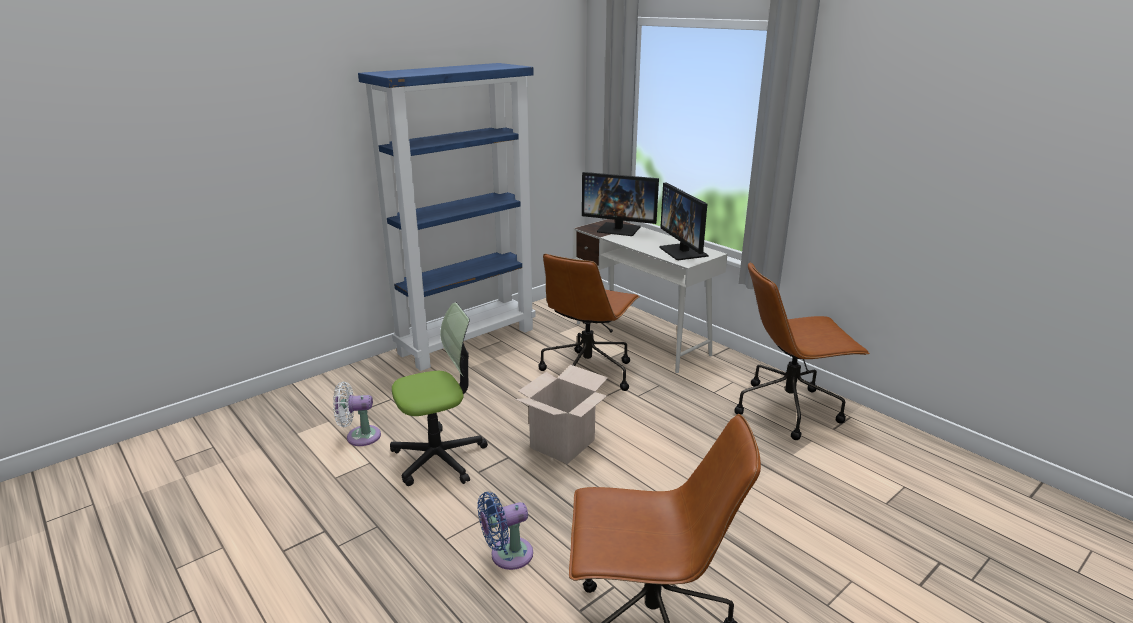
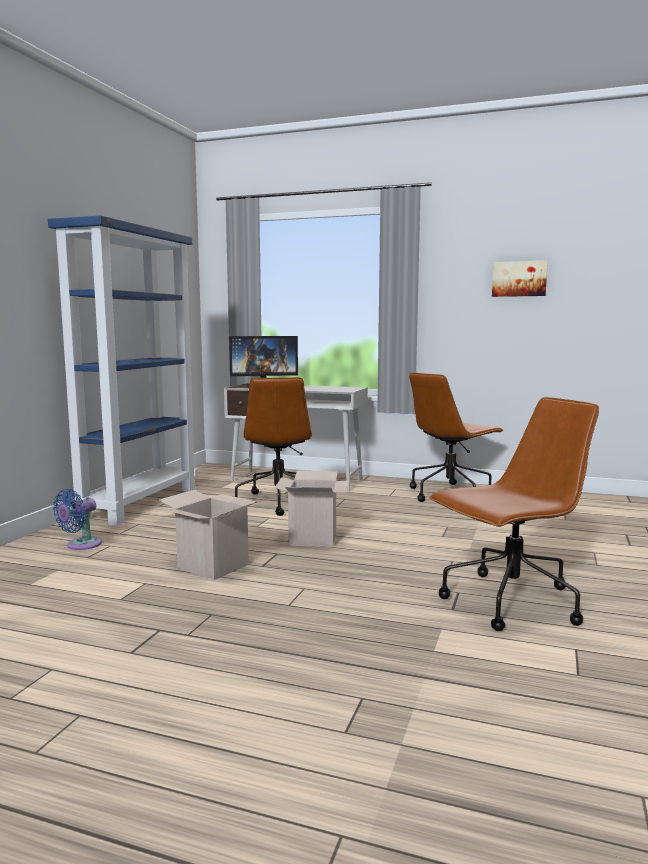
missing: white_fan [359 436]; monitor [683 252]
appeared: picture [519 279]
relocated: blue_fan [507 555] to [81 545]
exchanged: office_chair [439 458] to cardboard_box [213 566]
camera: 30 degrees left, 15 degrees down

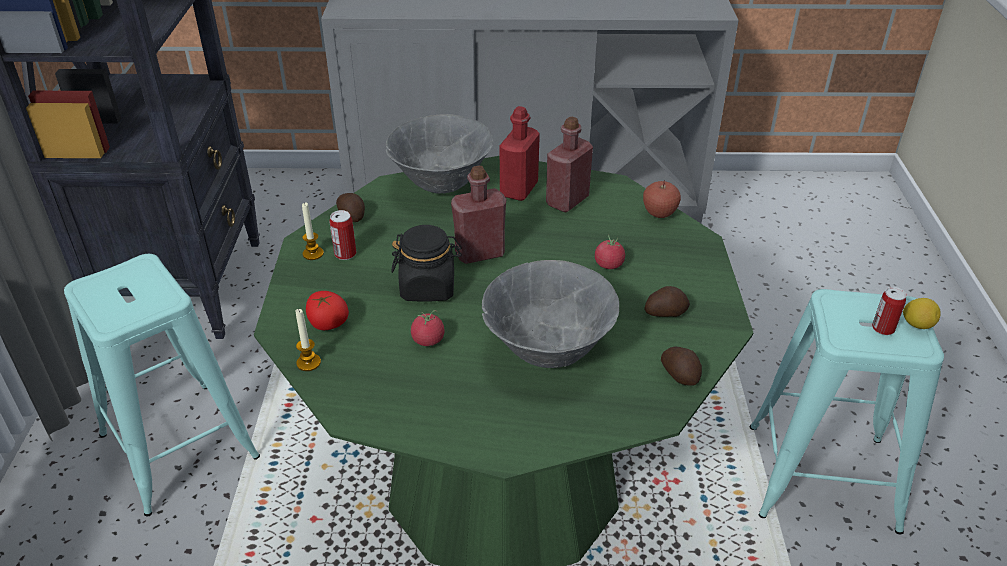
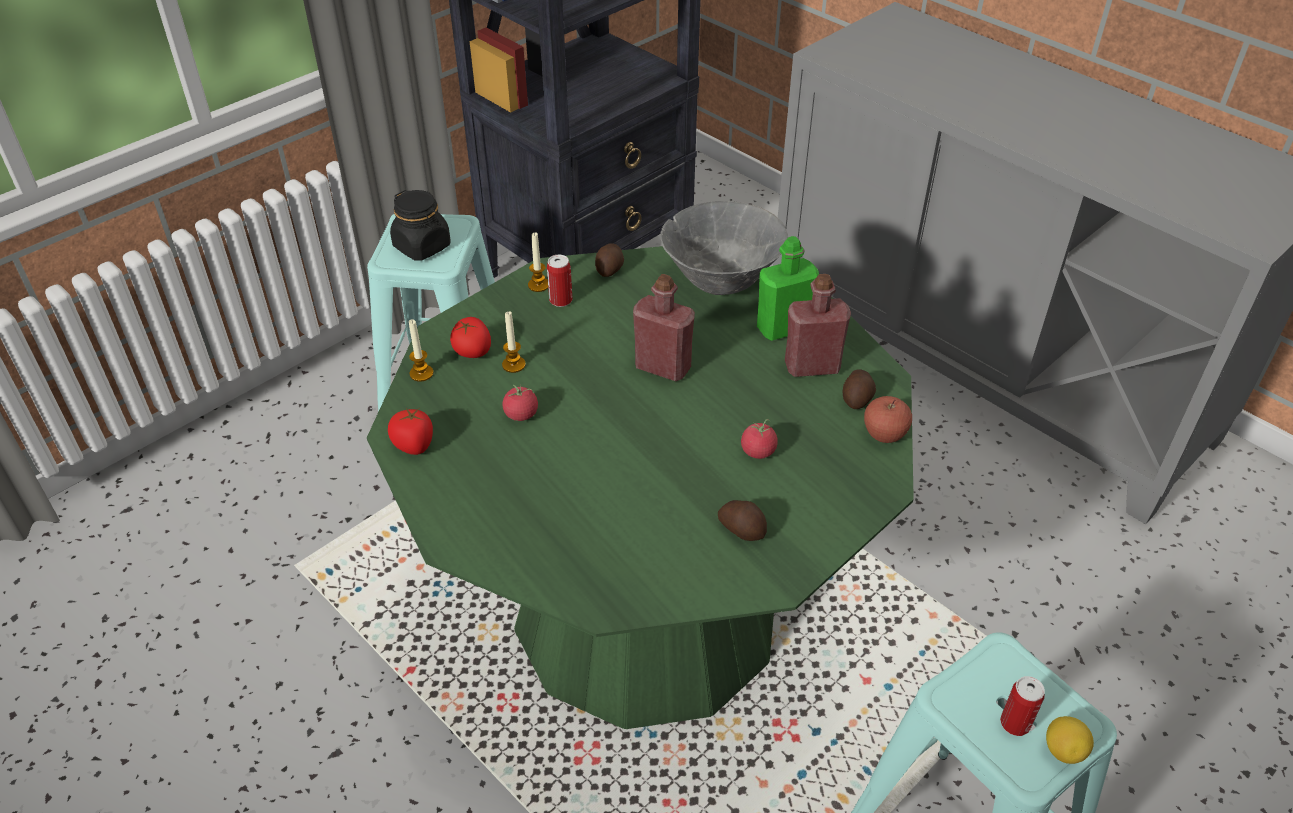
missing: grey_bowl [548 351]
appeared: tomato [414 445]; candle [513 365]
relocated: black_jar [428 287] to [422 247]; potato [680 374] to [857 398]
colour: red_bottle [519 189] to green_bottle [783 328]
camera: 45 degrees right, 5 degrees up

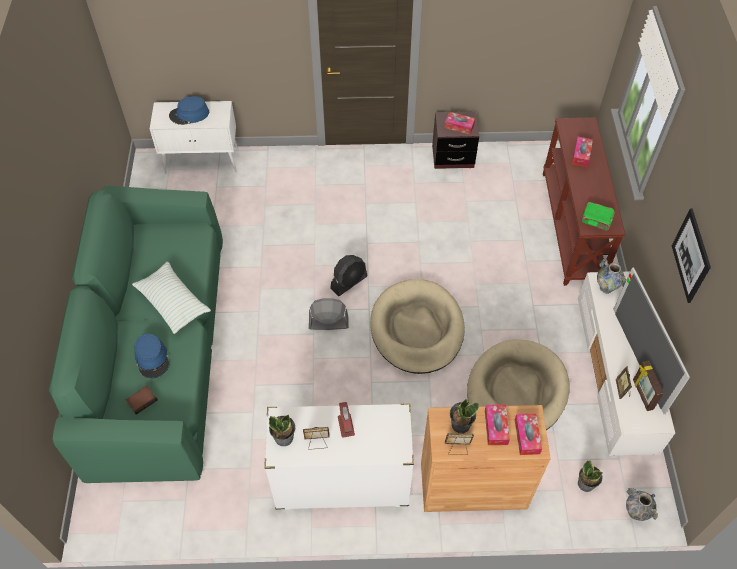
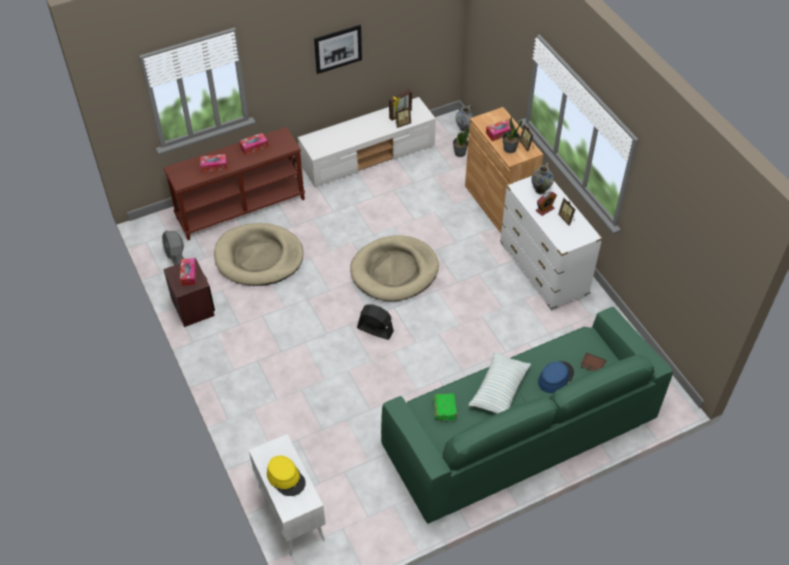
missing: potted_plant [284 437]; television [638 359]
relocated: grey_fan [328 323] to [176 257]; beige_dog_bed [516 391] to [259 257]; tissue_box [527 436] to [254 147]; green_book [597 220] to [445 409]; vase [606 288] to [540 190]
colour: blue_hat [189 114] to yellow_hat [286 478]
camera: 115 degrees left, 5 degrees down

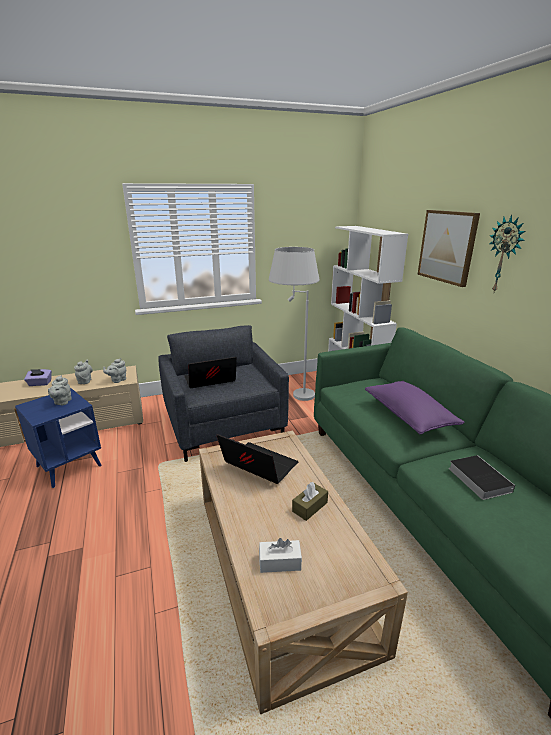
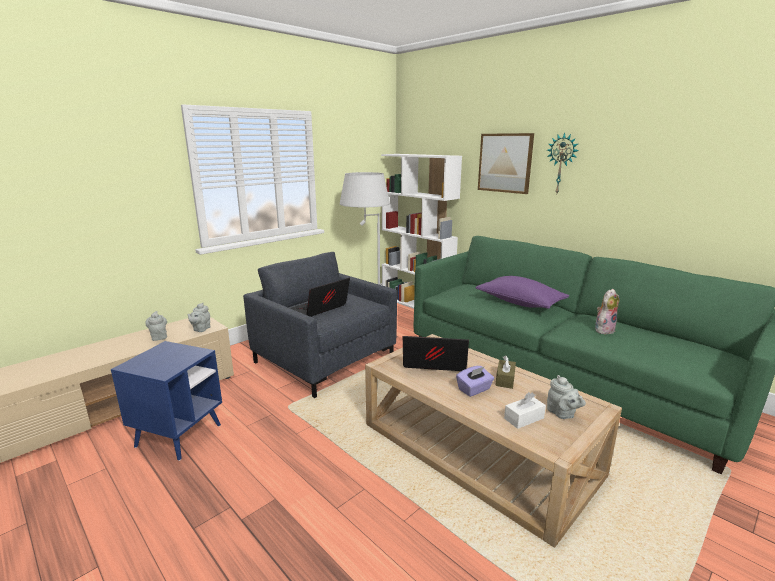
relocated: purple_tissue_box [40 383] to [474 389]; grey_teapot [62 402] to [562 414]
exchanged: book [477 478] to plush_toy [603 330]
camera: 25 degrees left, 5 degrees down

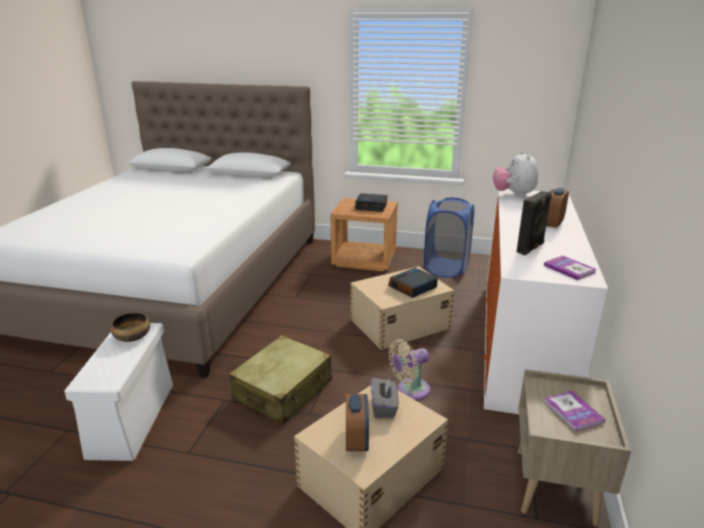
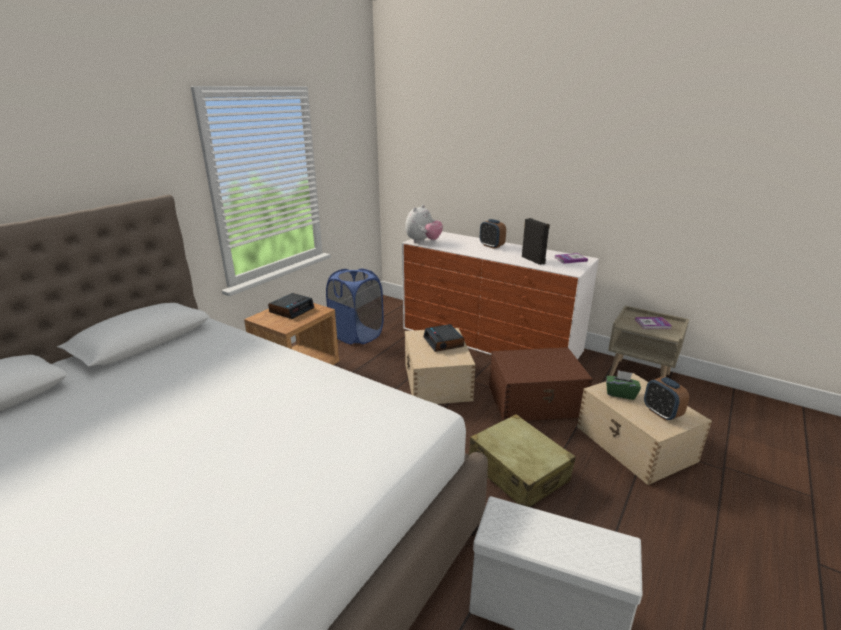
missing: bowl [132 336]
exchanged: beige_fan [410 390] to brown_storage_box [536 401]
colour: grey_tissue_box [384 407] to green_tissue_box [620 393]
spun: alarm_clock [356 441] = [661 413] 135 degrees counterclockwise; plush_toy [513 195] = [423 242] 75 degrees counterclockwise
camera: 70 degrees left, 0 degrees up

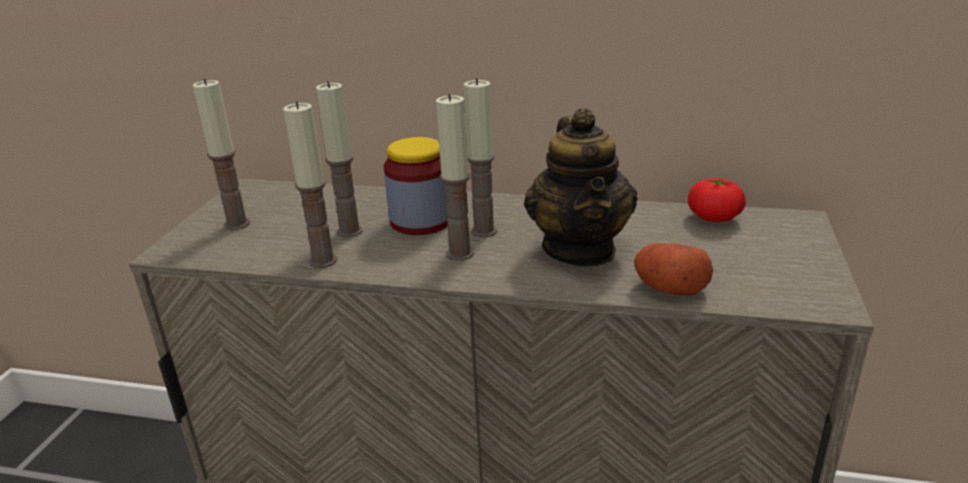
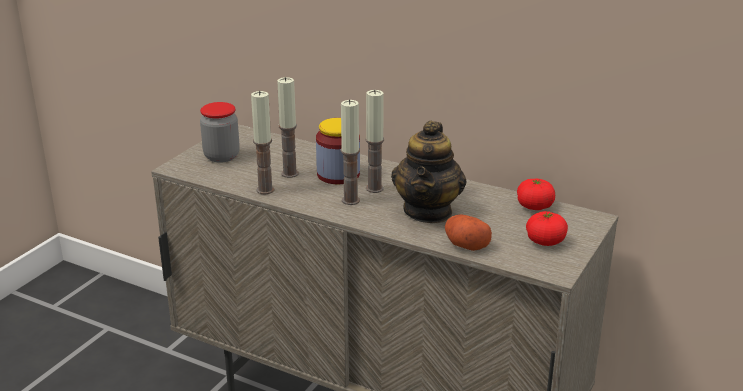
appeared: tomato [545 241]
exchanged: candle [237 224] to jar [221 156]
camera: 15 degrees right, 0 degrees up

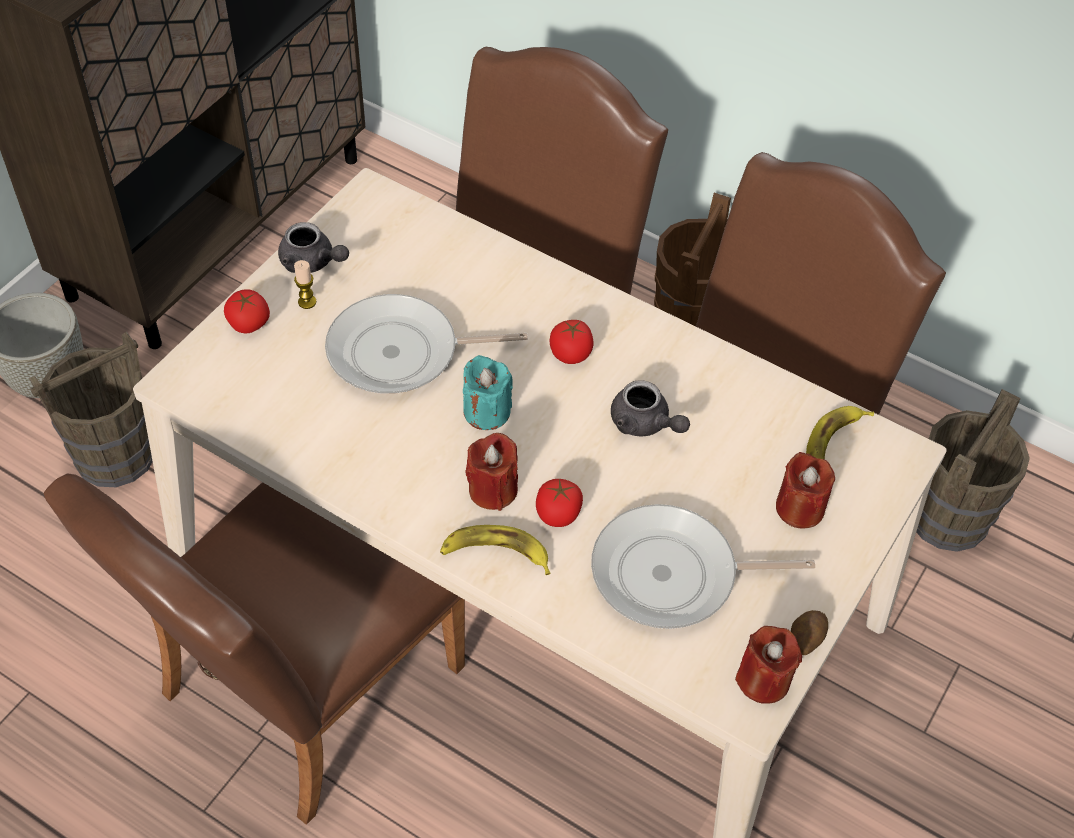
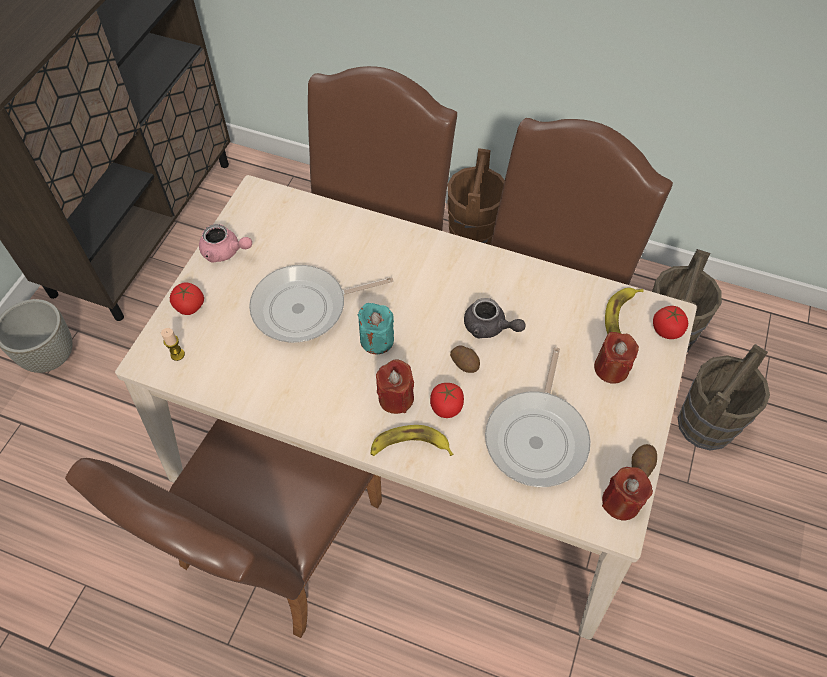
appeared: potato [465 363]
relocated: brown_bucket [116 454] to [706 424]; candle [307 302] to [177 354]; tomato [571 353] to [667 330]
colour: grey_teapot [312 262] to pink_teapot [225 252]
spun: frying_pan [672 575] = [538 436] 60 degrees counterclockwise
camera: 10 degrees left, 5 degrees up

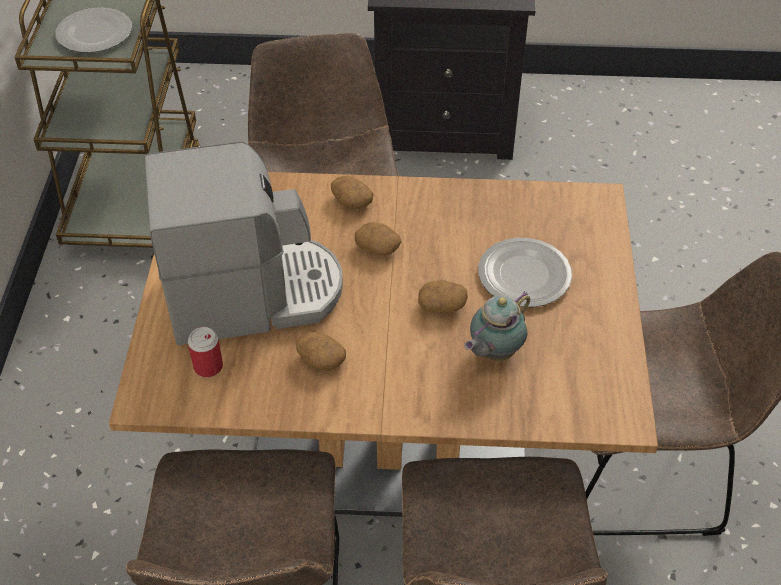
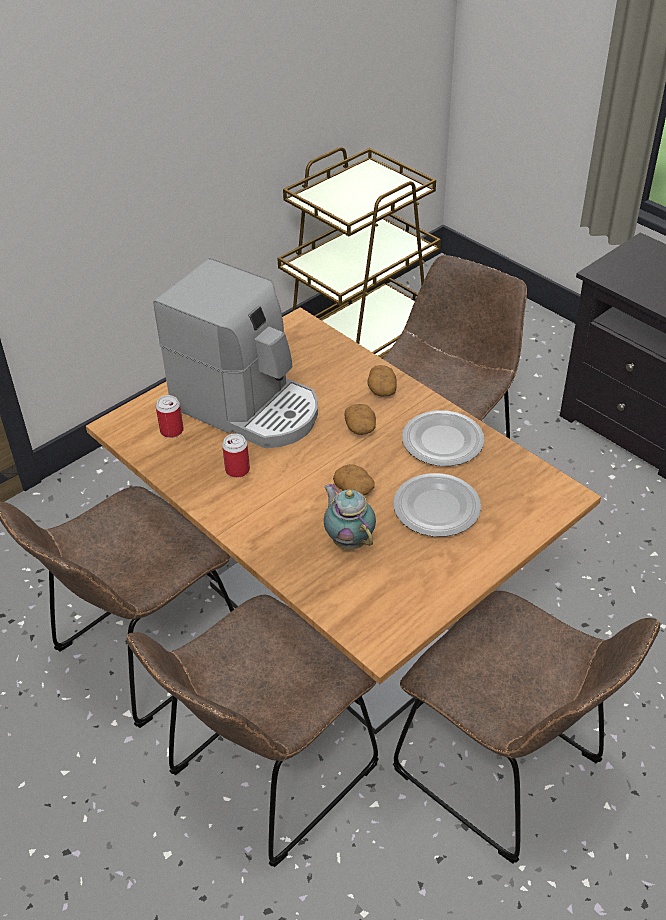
relocated: plate [95 33] to [444 441]
exchanged: potato [320 360] to can [237 470]
spun: teapot [493 352] = [348 540] 60 degrees clockwise
camera: 45 degrees right, 5 degrees down

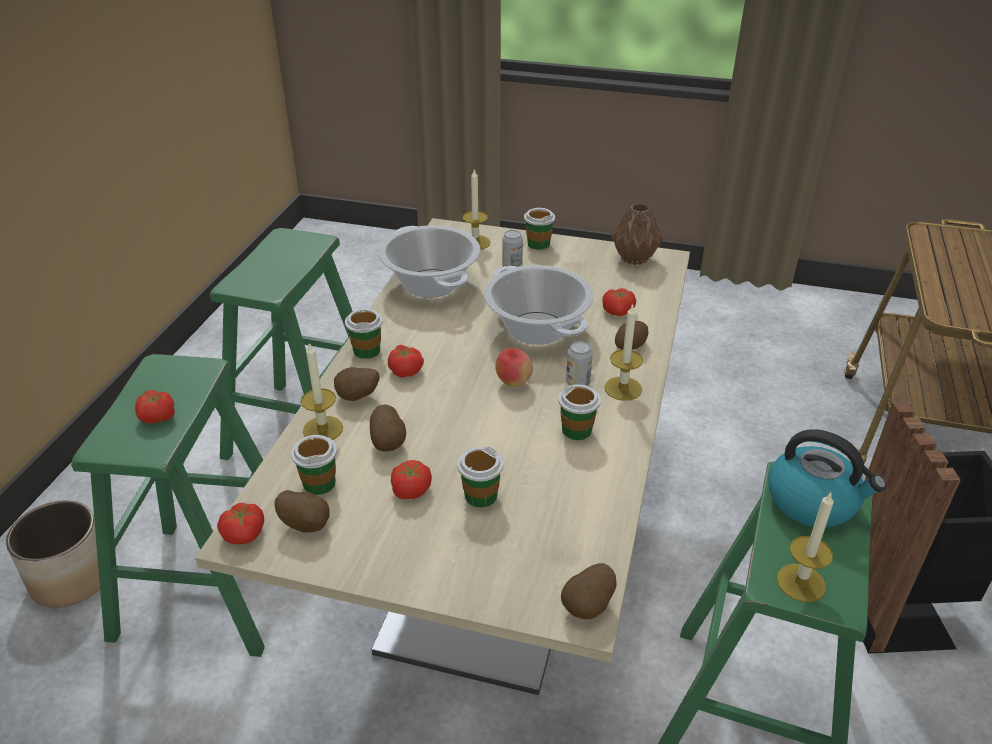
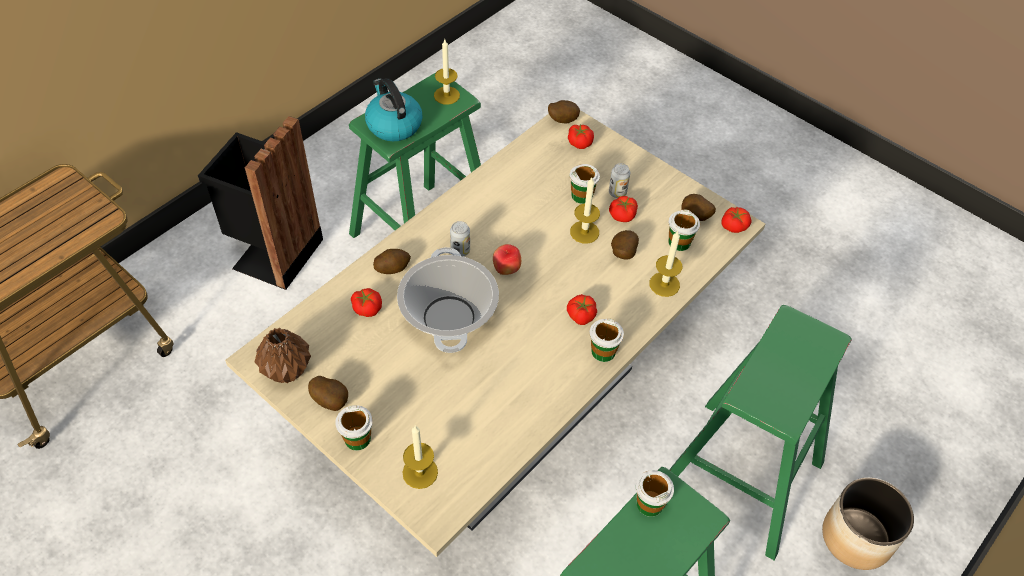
missing: cooking_pot [431 283]
relocated: tomato [158 417] to [580 142]; potato [358 398] to [331 400]; can [512 266] to [617 192]; cup [577 430] to [649 504]; candle [623 388] to [584 232]
camera: 155 degrees left, 15 degrees up

